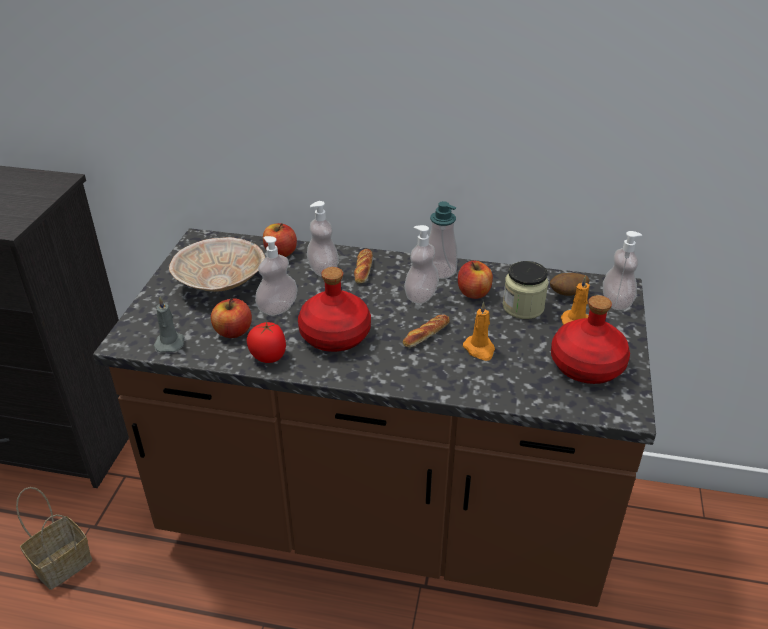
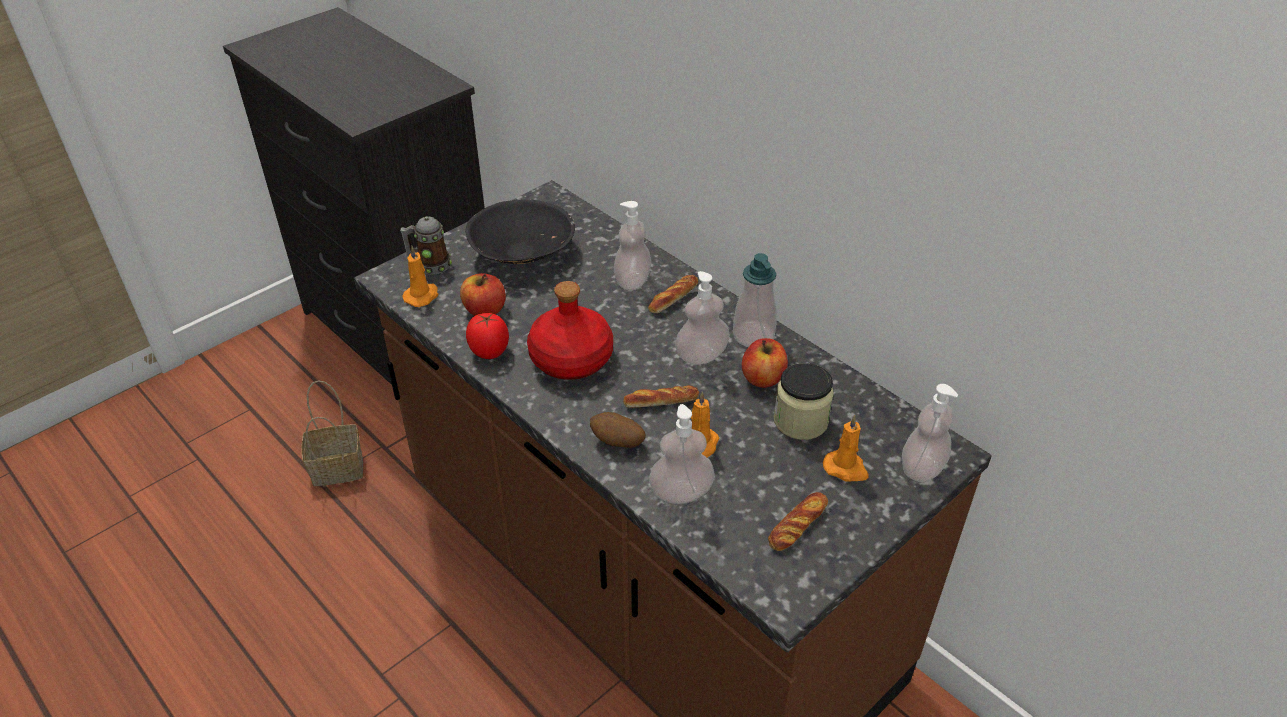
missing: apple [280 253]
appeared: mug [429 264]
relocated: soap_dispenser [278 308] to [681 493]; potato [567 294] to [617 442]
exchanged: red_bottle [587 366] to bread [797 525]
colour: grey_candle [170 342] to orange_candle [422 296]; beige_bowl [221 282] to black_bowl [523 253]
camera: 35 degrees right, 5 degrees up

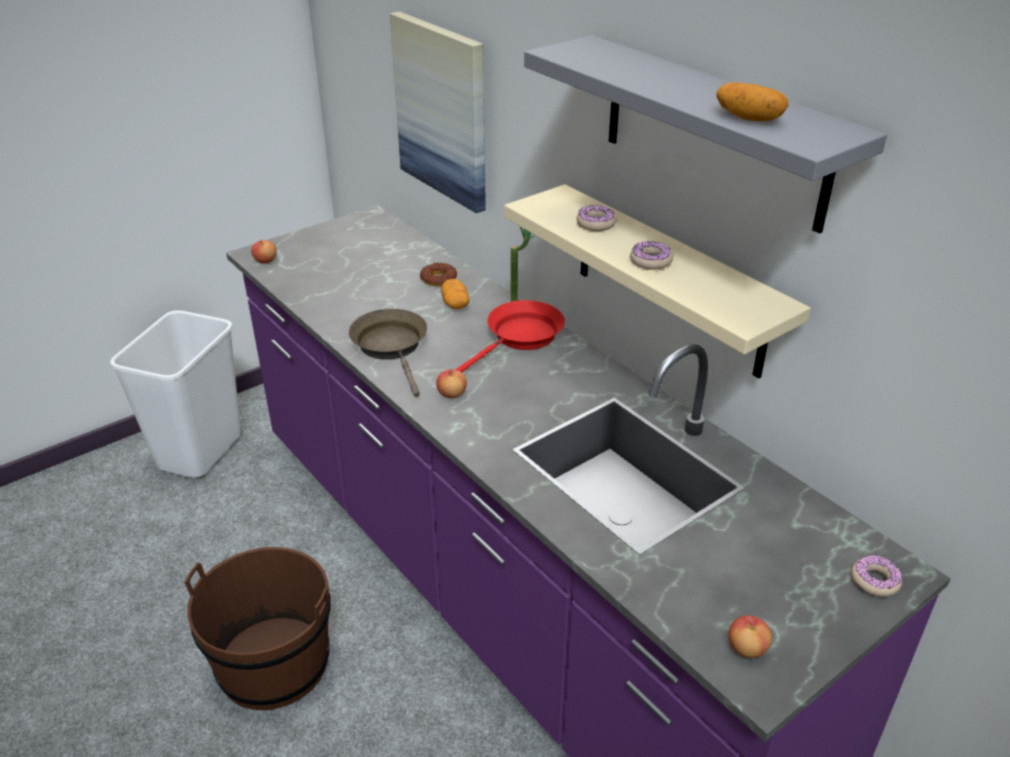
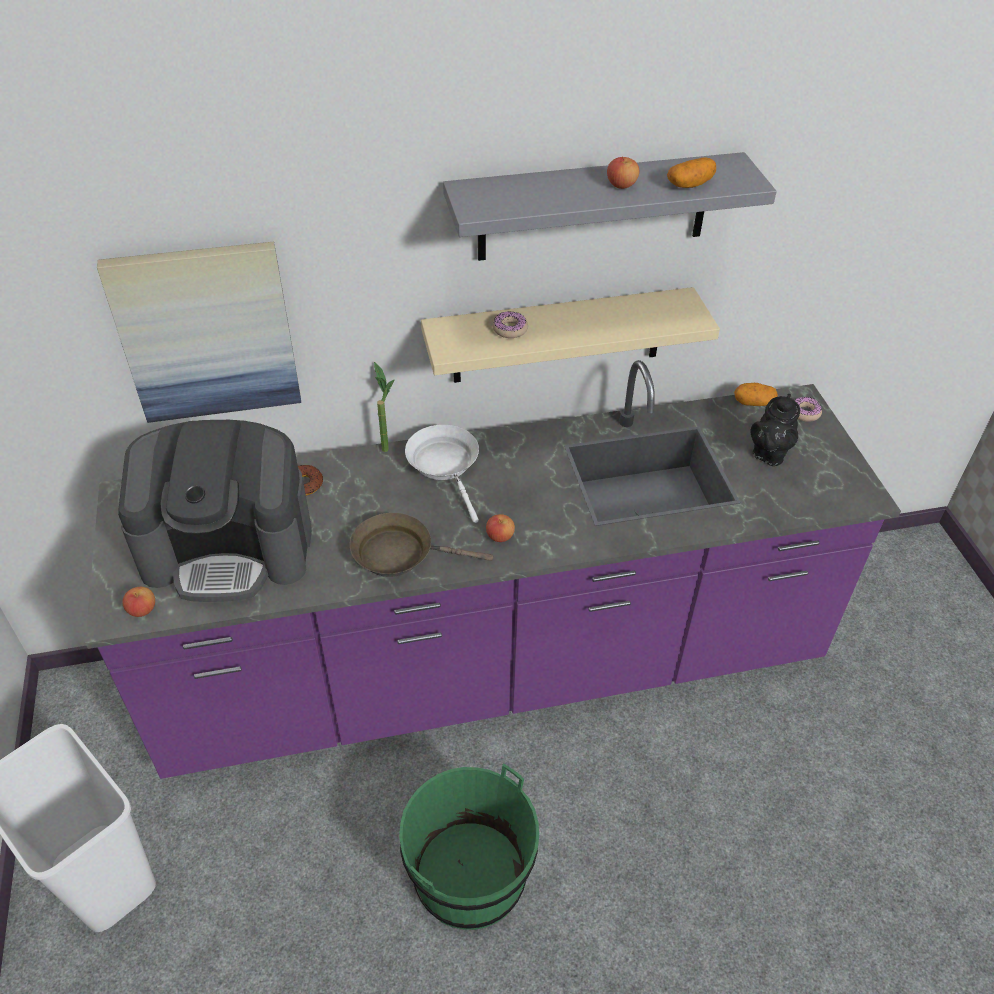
missing: donut [650 261]
appeared: coffee_machine [229 547]; black_teapot [768 454]
relocated: potato [455 304] to [753 403]; apple [747 648] to [621 185]
colour: brown_bucket [274 663] to green_bucket [469 875]; red_frying_pan [521 338] to white_frying_pan [445 465]
camera: 65 degrees left, 10 degrees up

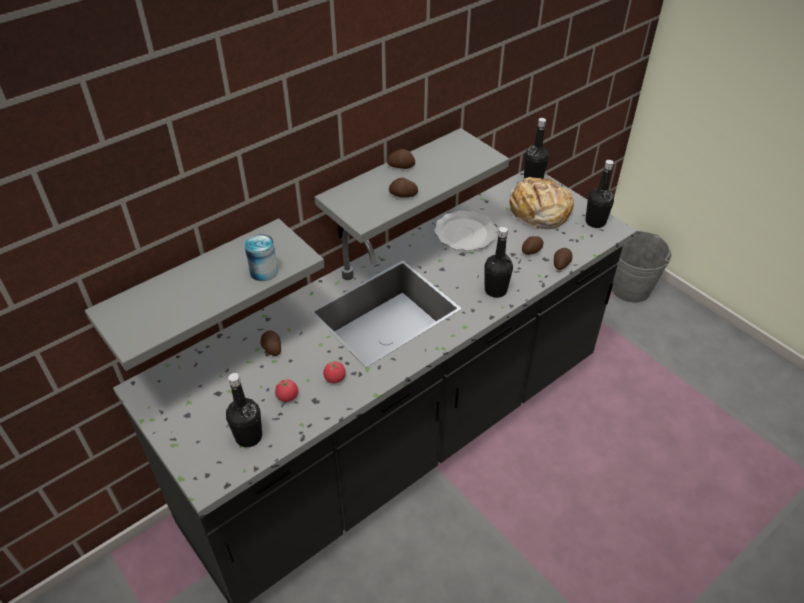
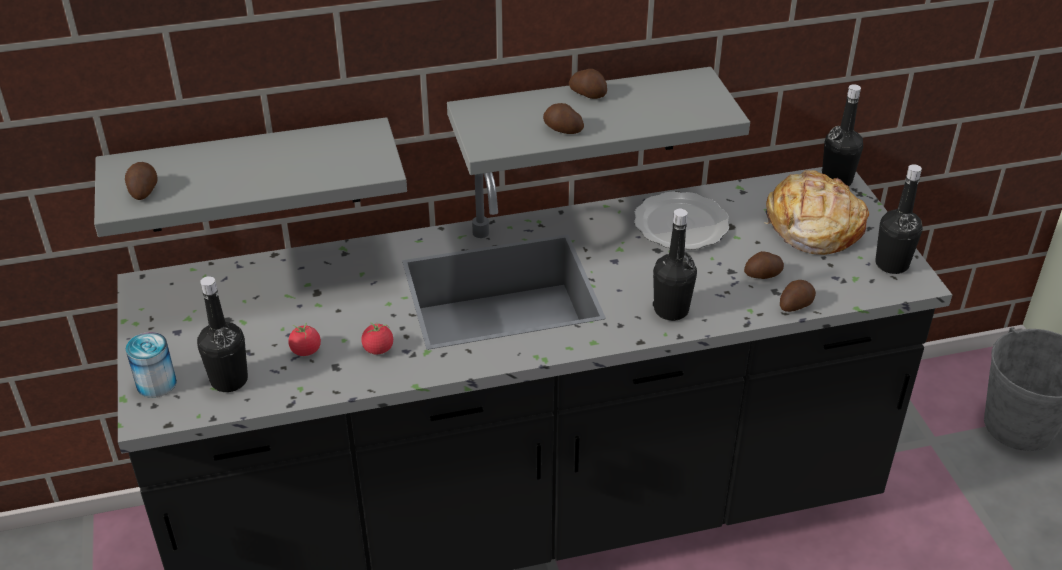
relocated: can [264 271] to [156 383]; potato [271 348] to [143 191]
camera: 25 degrees right, 5 degrees down

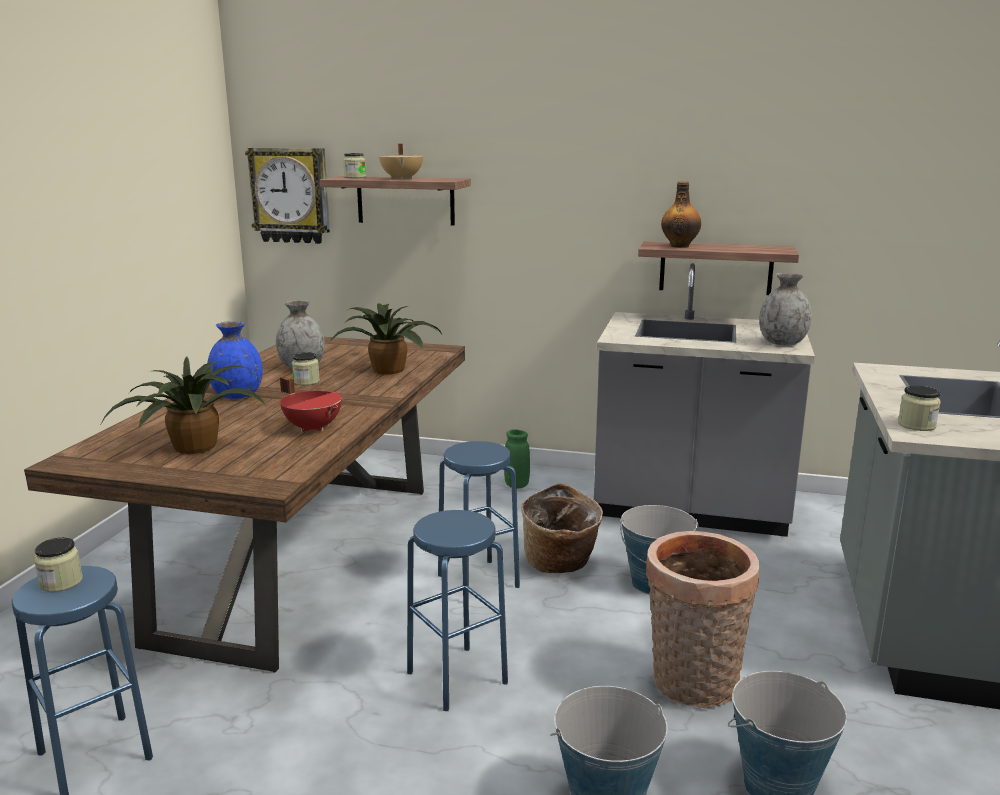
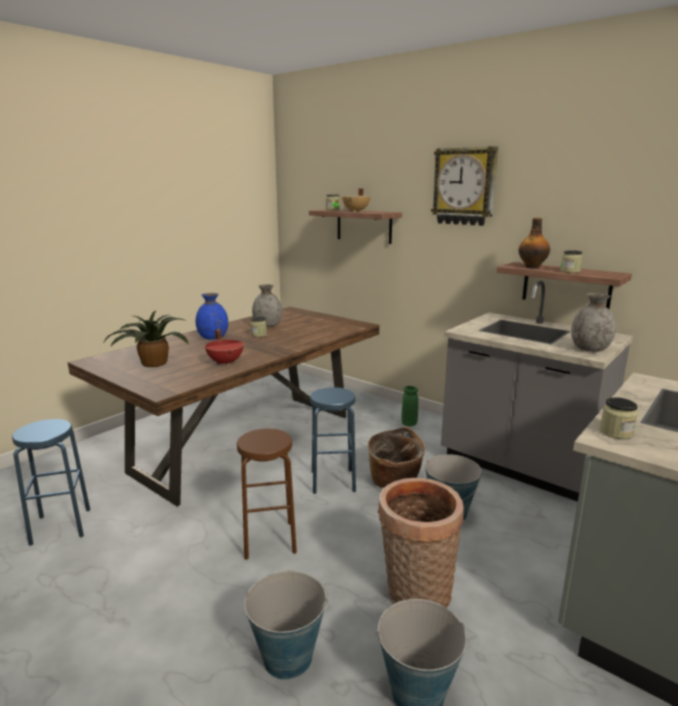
missing: potted_plant [390 369]
relocated: jar [61 582] to [570 271]; wall_clock [290 195] to [464 186]
colour: blue_stool [457 677] to brown_stool [269 540]
camera: 25 degrees right, 0 degrees up

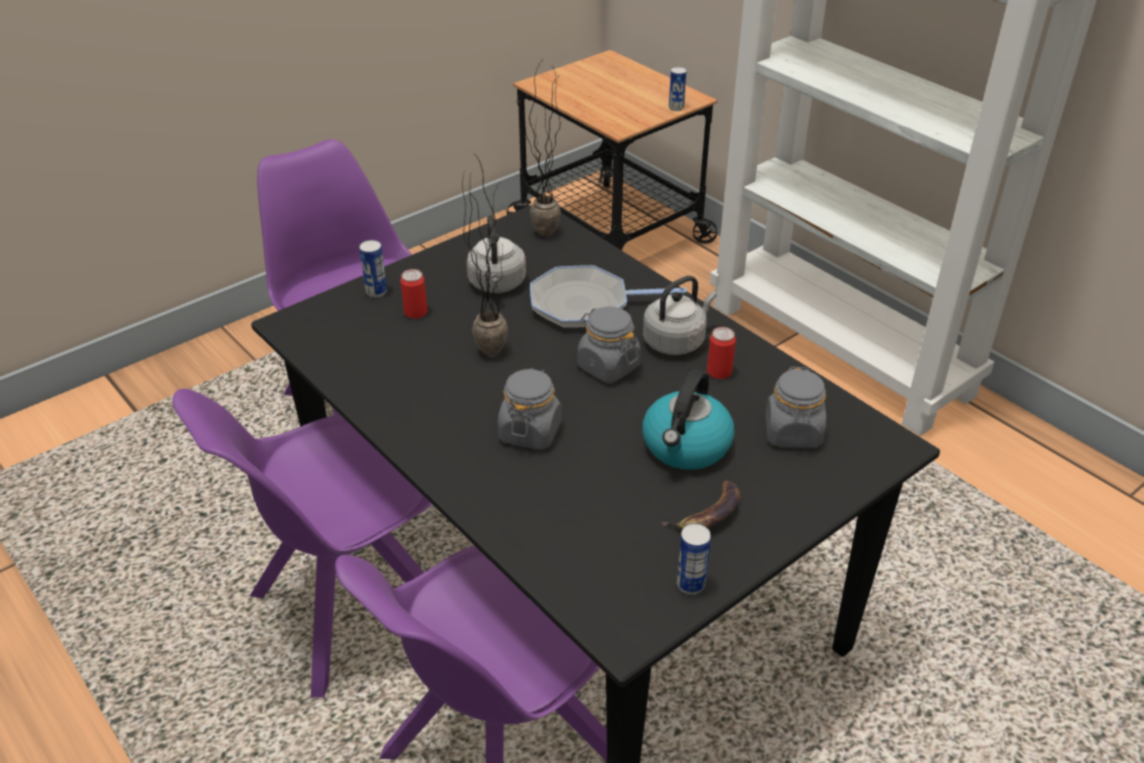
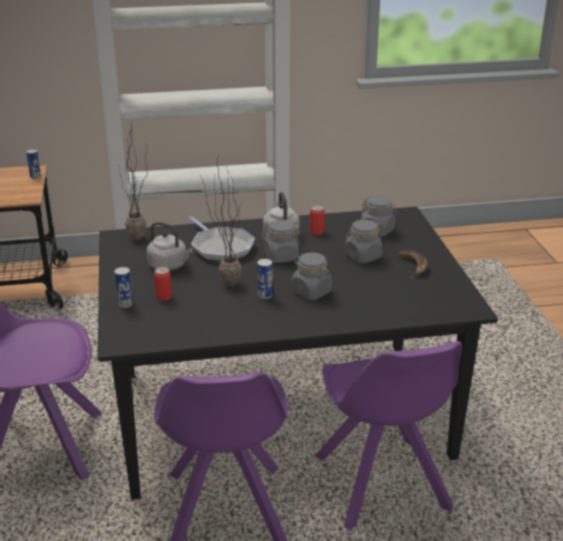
relocated: can [690 585] to [265 296]
exchanged: kettle [686 446] to grey_jar [362 257]
spun: frying_pan [585 304] = [221 247] 60 degrees counterclockwise
camera: 60 degrees left, 10 degrees down

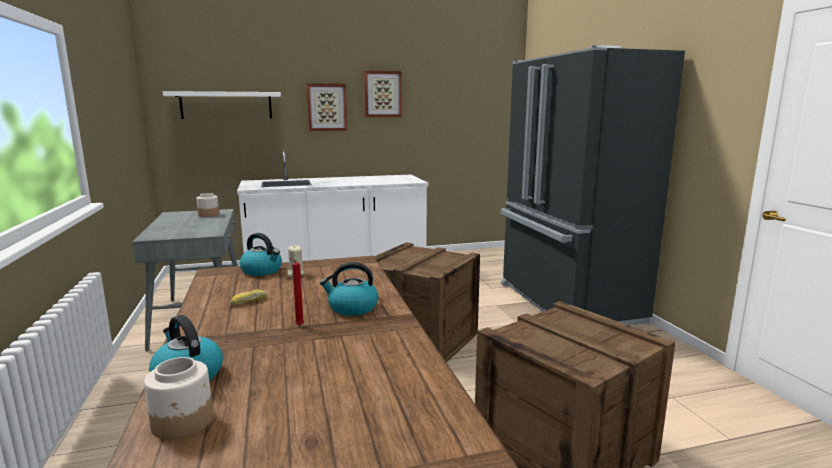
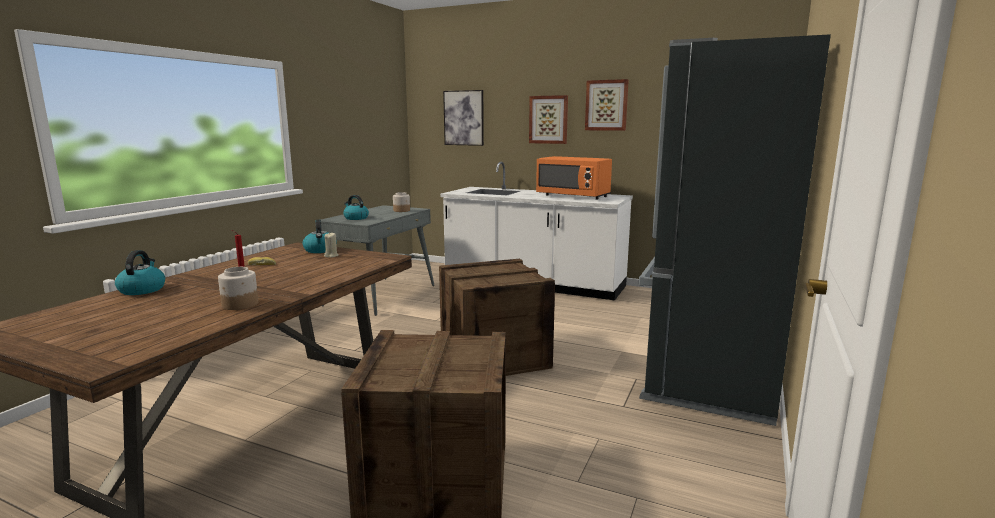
appeared: orange_microwave [573 196]
relocated: jar [183 422] to [240 304]; kettle [352 308] to [355 218]
exchanged: white_shelf [226 105] to picture [464 118]
camera: 40 degrees right, 0 degrees up

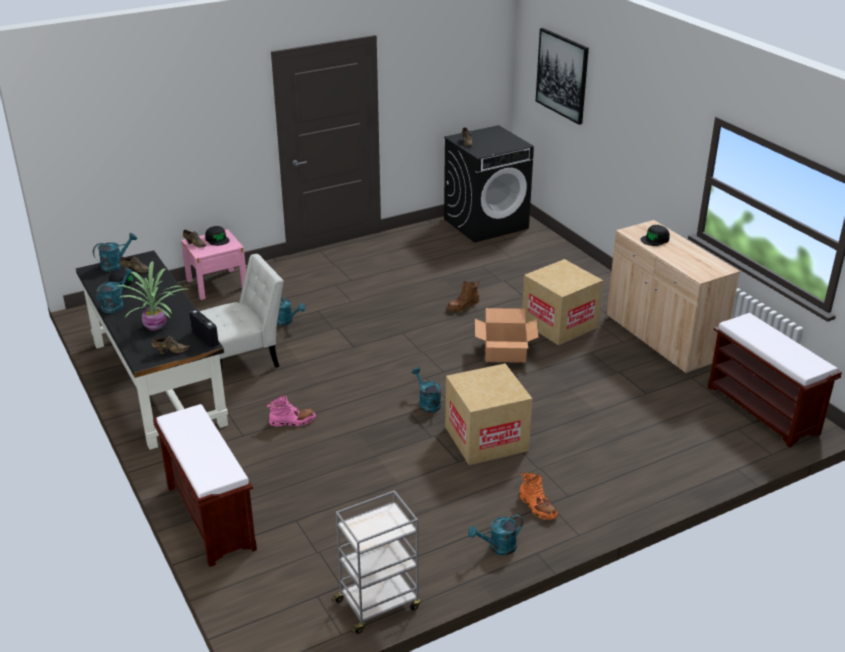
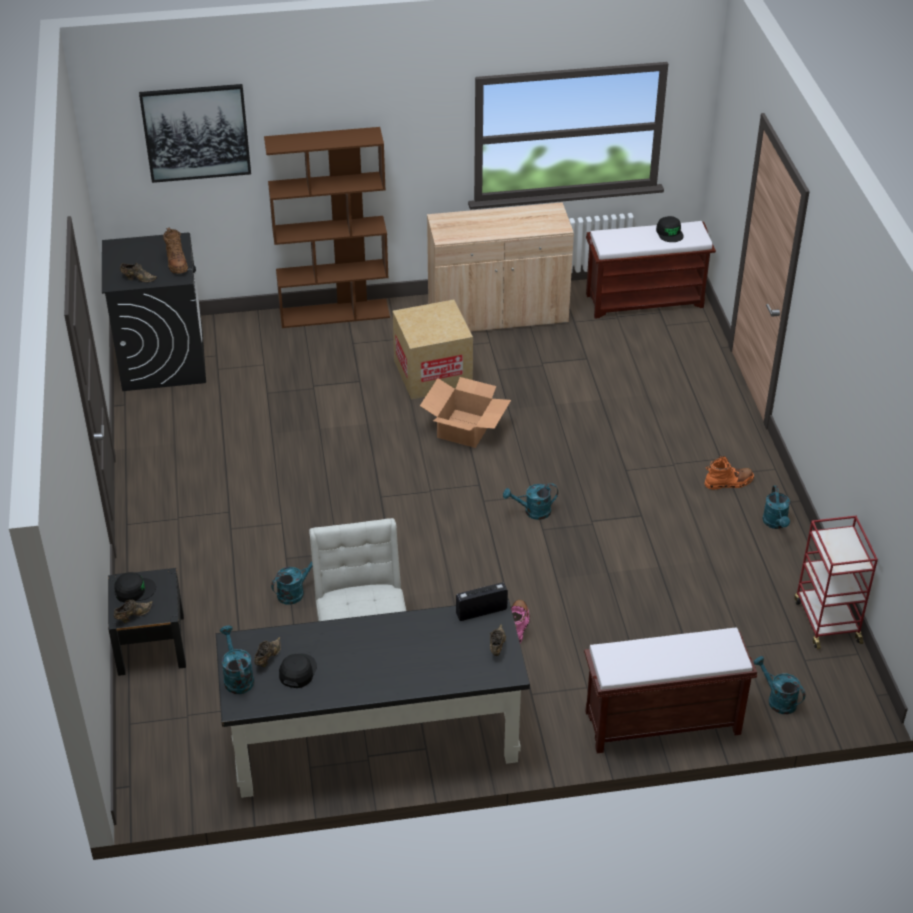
missing: potted_plant [156 326]; cardboard_box [486 438]
appeared: brown_bookcase [335 313]
relocated: turquoise_watering_can [115 304] to [777 699]; brown_boot [463 306] to [176 263]; black_cap [655 239] to [669 233]
colour: pink_nightstand [217 284] to black_nightstand [151 644]; grey_cart [378 604] to red_cart [826 620]
camera: 70 degrees left, 10 degrees up

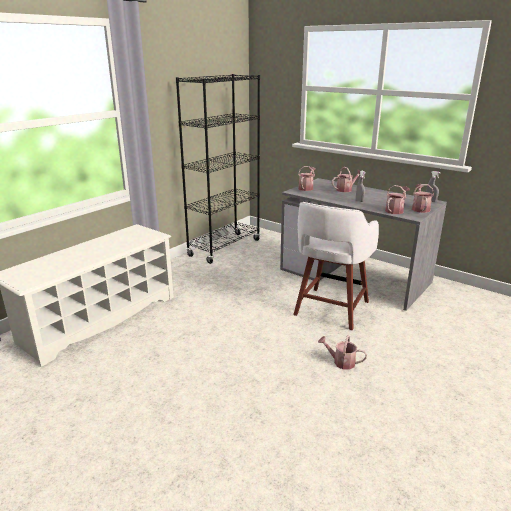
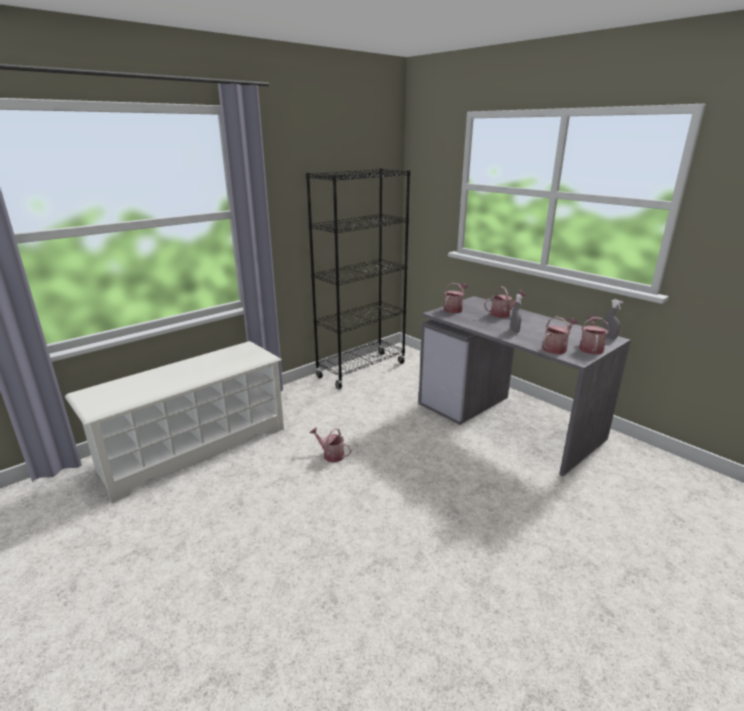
missing: white_stool [330 309]
relocated: watering_can [341 362] to [331 454]
camera: 10 degrees right, 0 degrees up

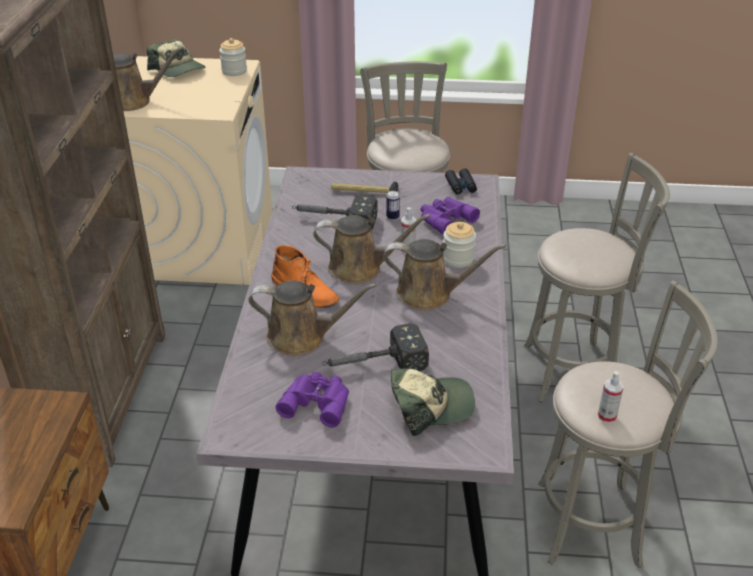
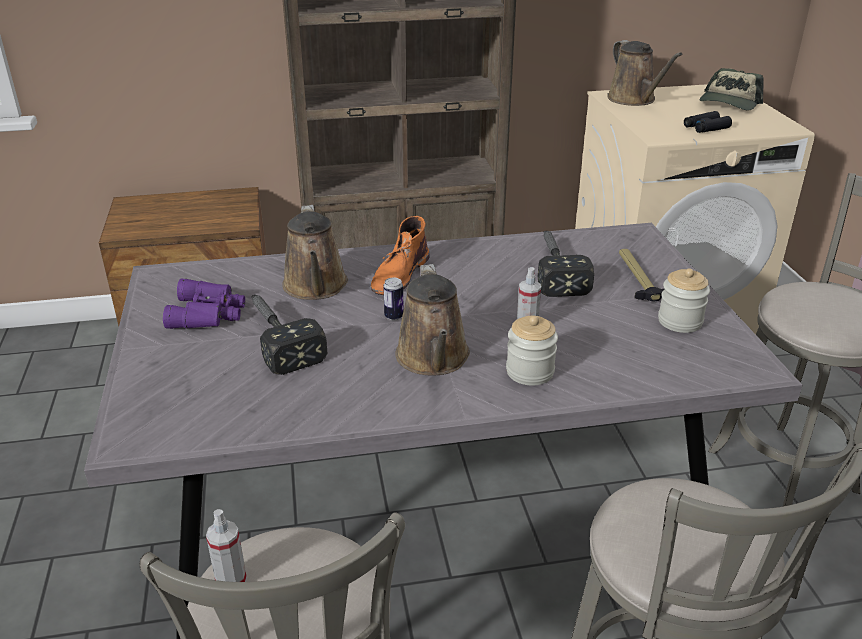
missing: brown_watering_can [360 268]; cap [430 406]; purple_binoculars [444 219]
relocated: jar [234 71] to [680 321]; can [392 217] to [394 316]; black_binoculars [460 186] to [706 128]
camera: 75 degrees right, 5 degrees down

